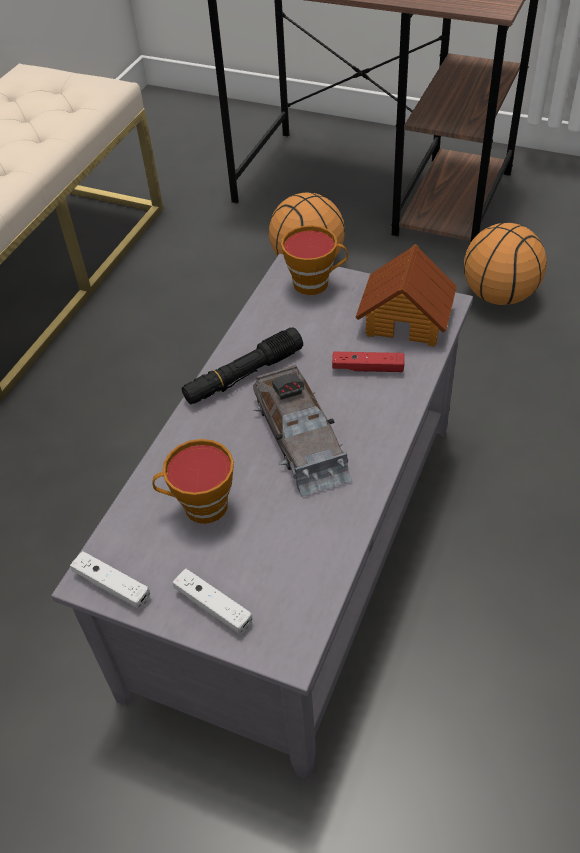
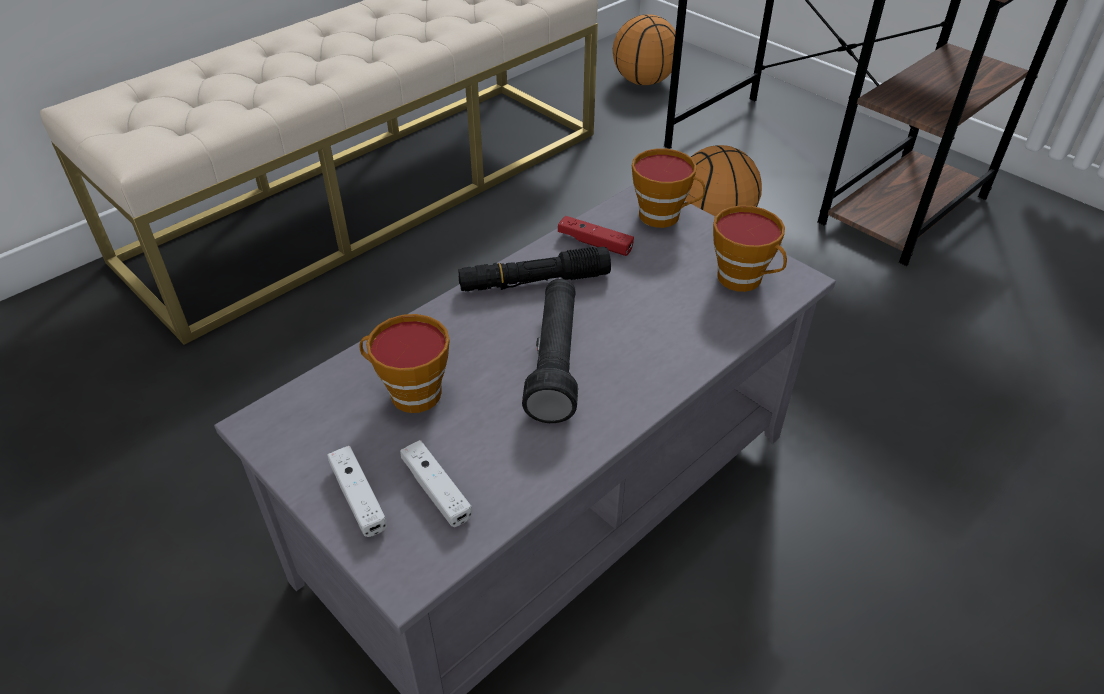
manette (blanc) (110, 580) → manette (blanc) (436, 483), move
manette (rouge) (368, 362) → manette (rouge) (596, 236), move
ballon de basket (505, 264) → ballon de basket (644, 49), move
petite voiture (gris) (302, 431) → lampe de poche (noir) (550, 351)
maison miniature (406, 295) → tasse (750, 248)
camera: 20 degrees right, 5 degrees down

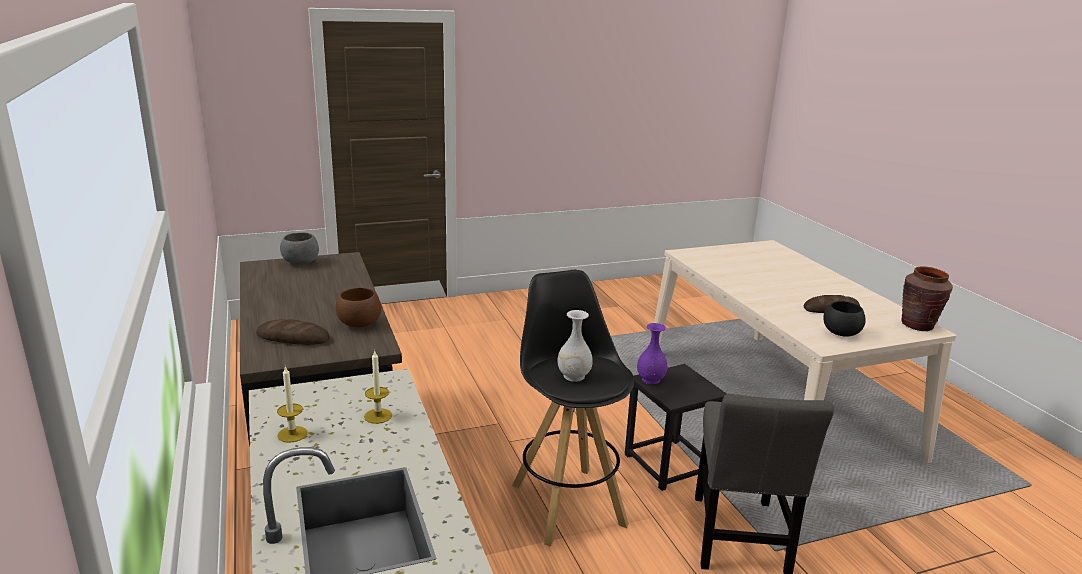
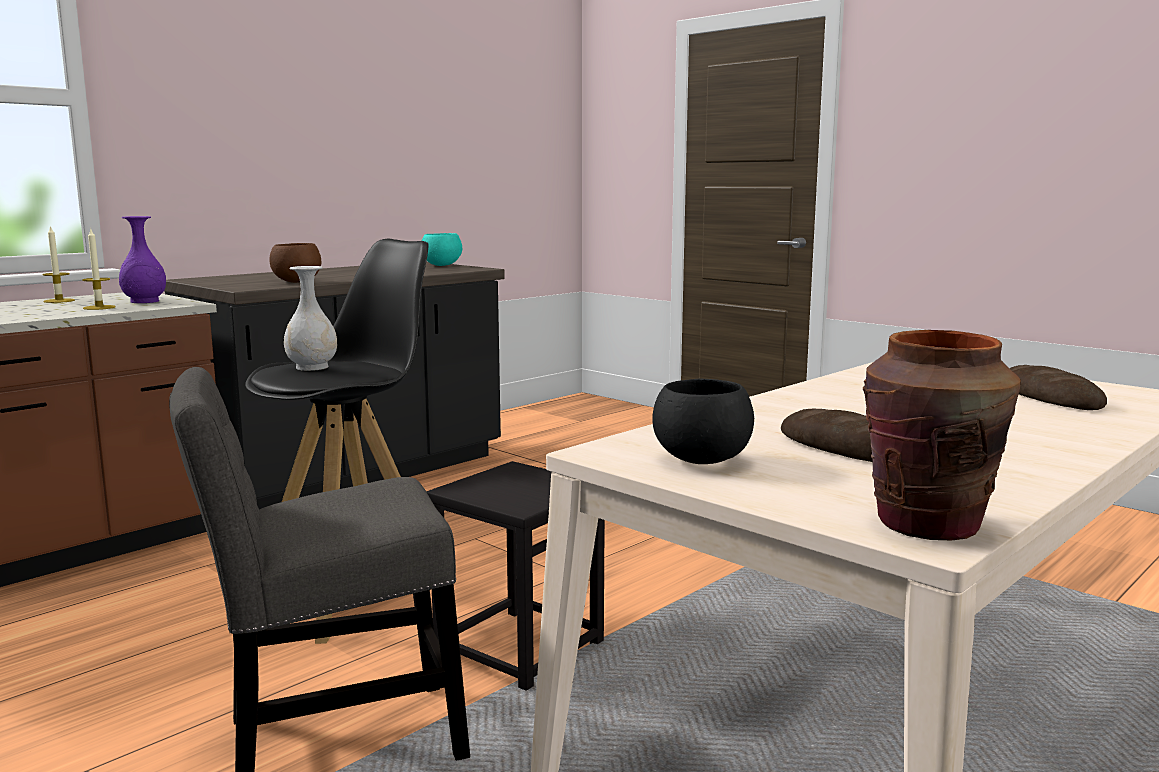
pain (293, 332) → pain (1058, 387), move
vase (violet) (652, 353) → vase (violet) (142, 259), move
bol (gris) (299, 248) → bol (turquoise) (442, 249)
camera: 65 degrees right, 10 degrees down

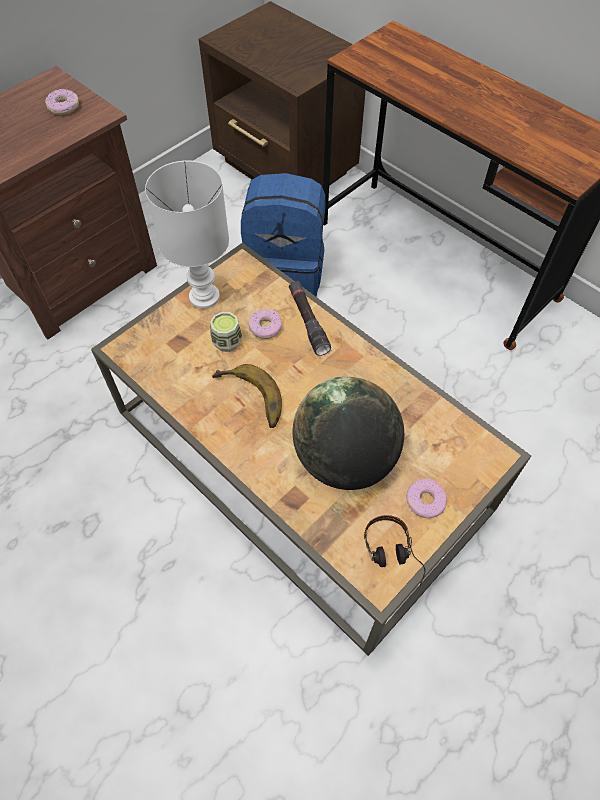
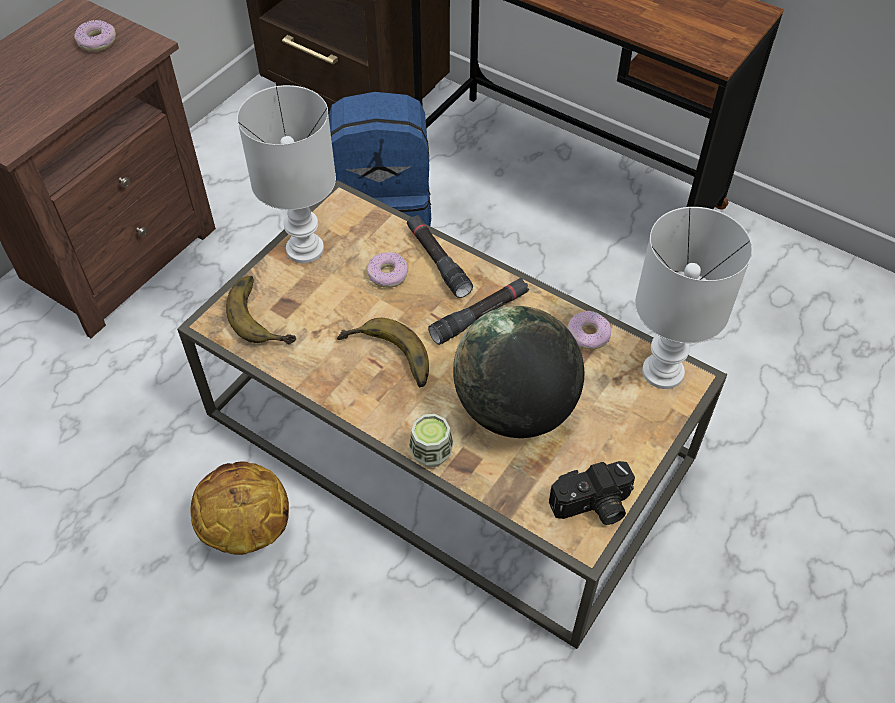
- → ballon de basket (240, 508)
- → banane (261, 310)
- → lampe de poche (noir) (478, 311)
- → lampe de table (blanc) (693, 298)
tasse (226, 332) → tasse (431, 440), move
beignet (426, 498) → beignet (589, 330), move
casque audio (394, 550) → appareil photo (592, 493)
camera: 10 degrees left, 5 degrees down

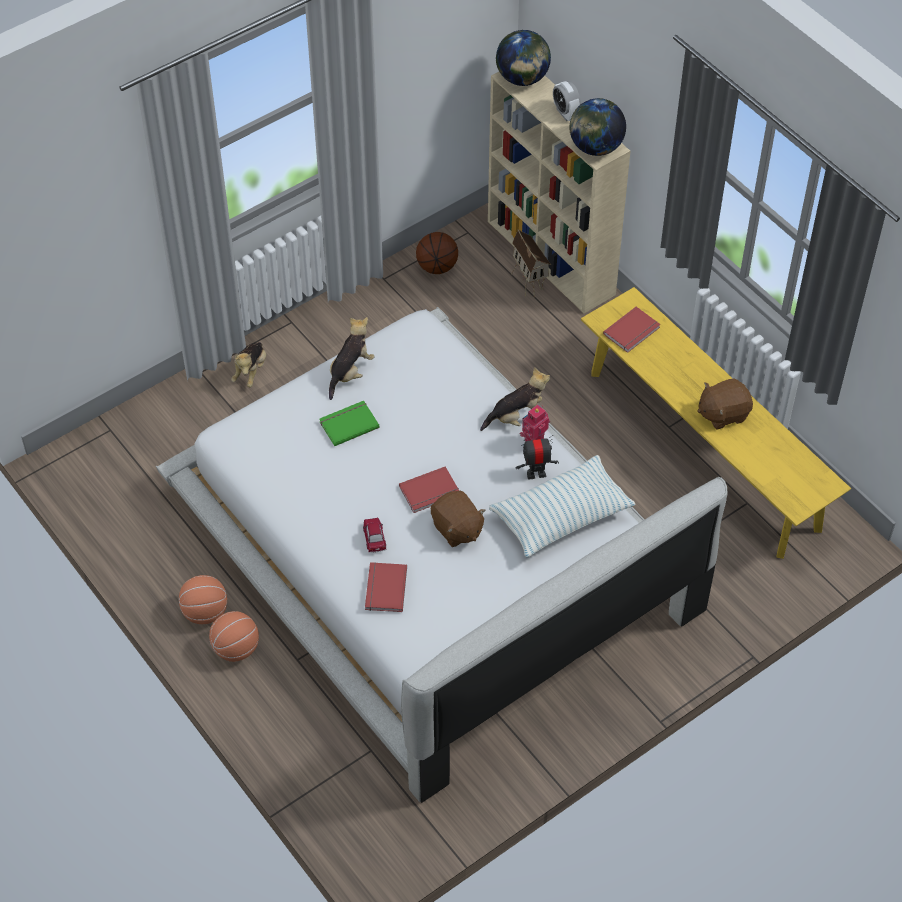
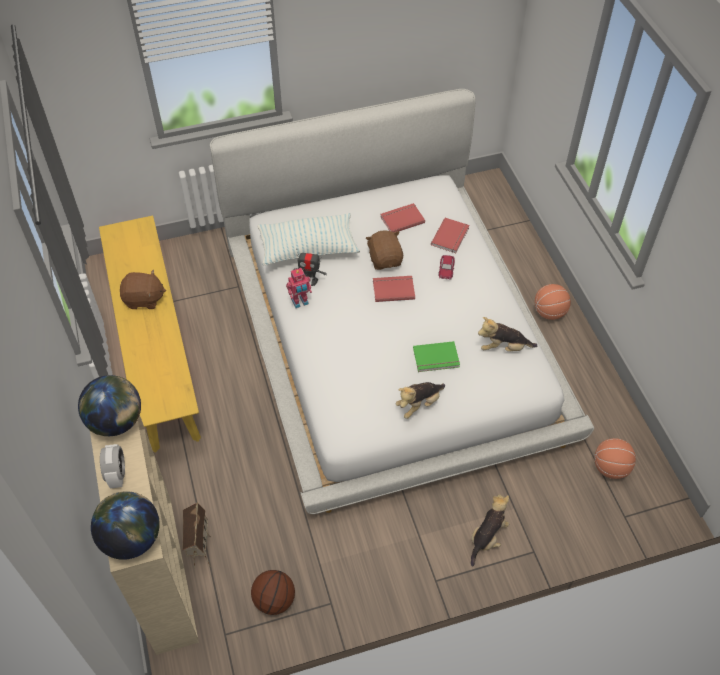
ballon de basket (203, 599) → ballon de basket (615, 458), move
peluche (515, 399) → peluche (507, 334), move
livre (rouge) (631, 330) → livre (rouge) (402, 217), move
camera: 160 degrees left, 0 degrees up

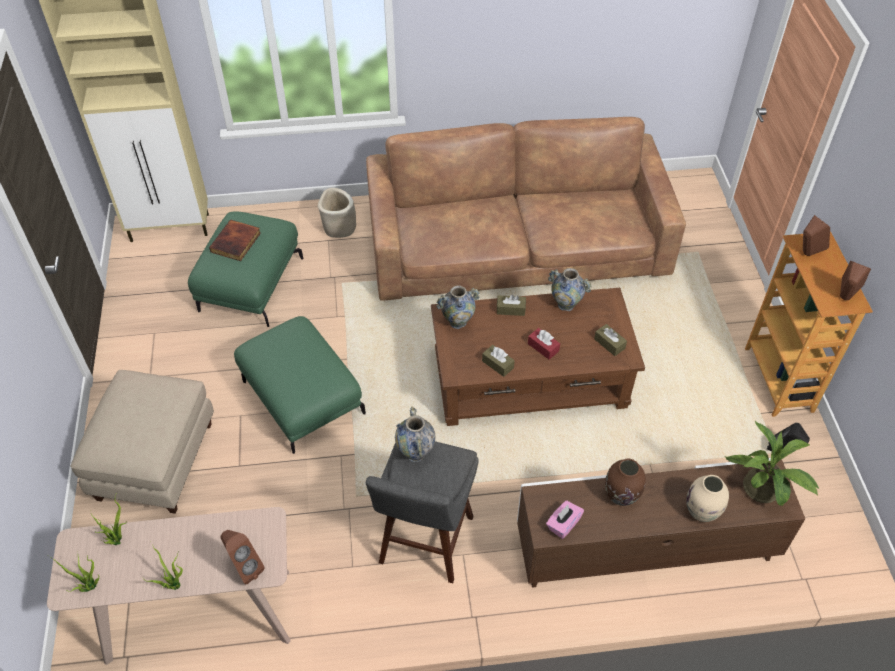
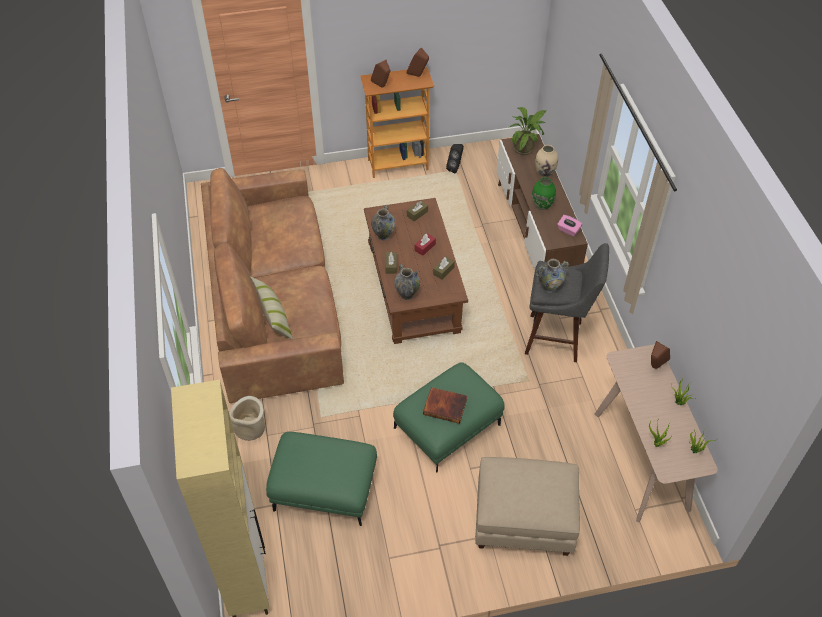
- → coussin (271, 307)
livre (235, 240) → livre (445, 405), move
vase (marron) (625, 482) → vase (vert) (544, 193)
camera: 95 degrees left, 0 degrees up

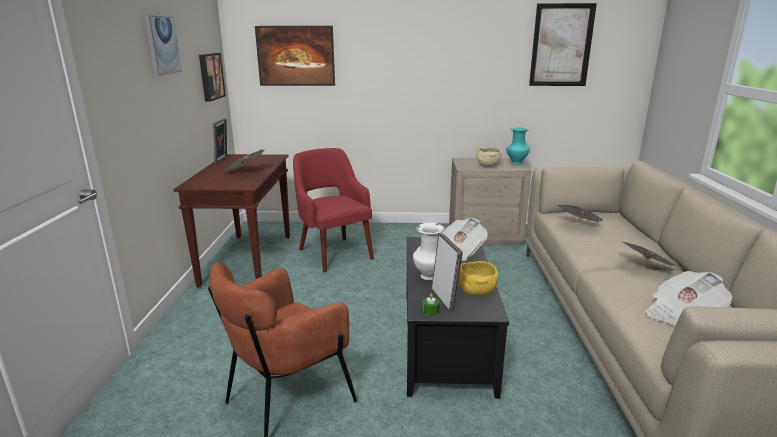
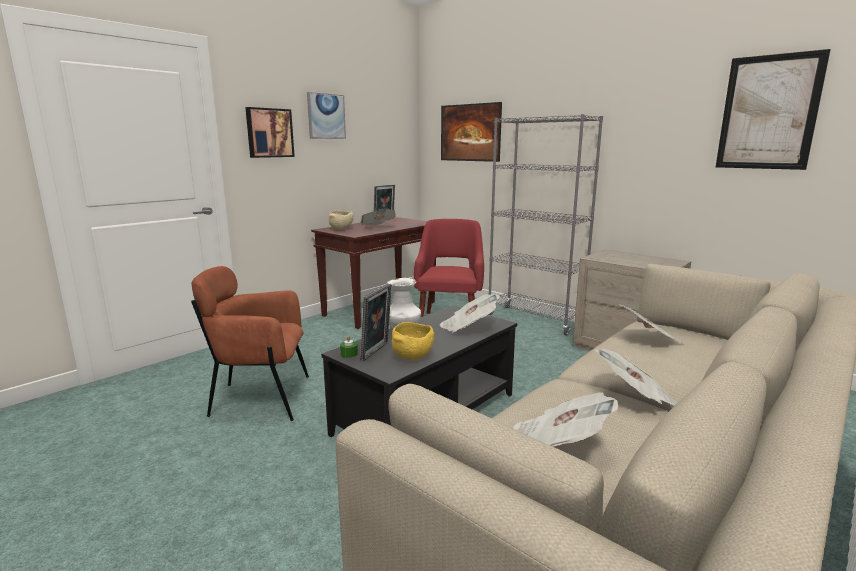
vase (turquoise) (517, 146) → -
- → bibliothèque (gris) (546, 224)
tableau (212, 77) → tableau (270, 132), move
bol (beige) (489, 157) → bol (beige) (341, 220), move
camera: 40 degrees right, 5 degrees down

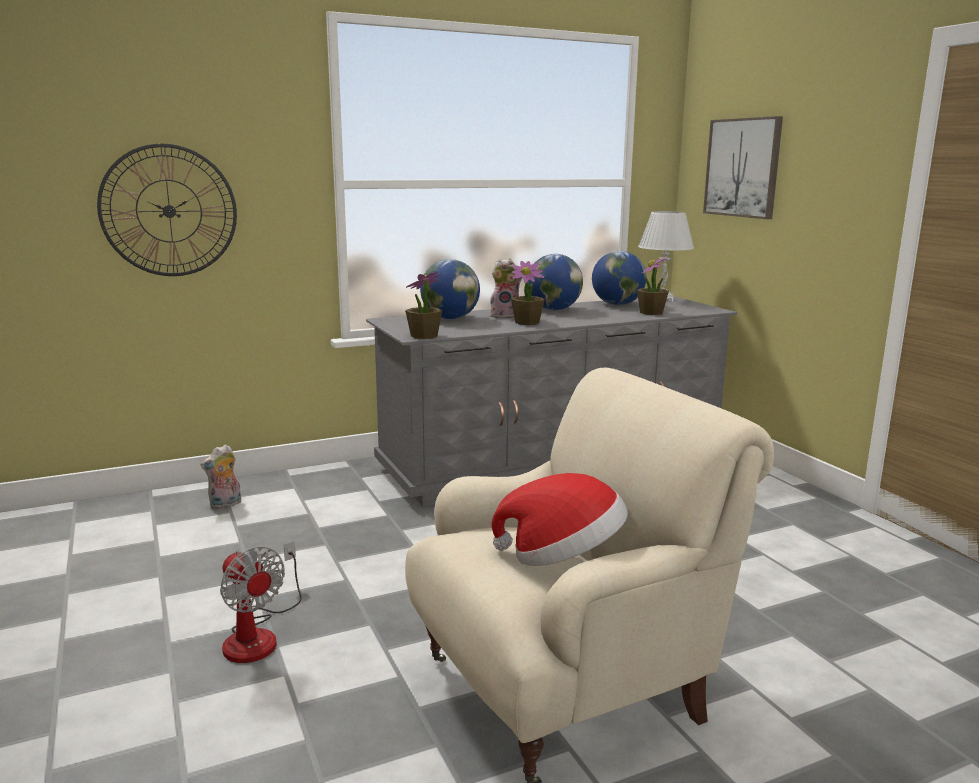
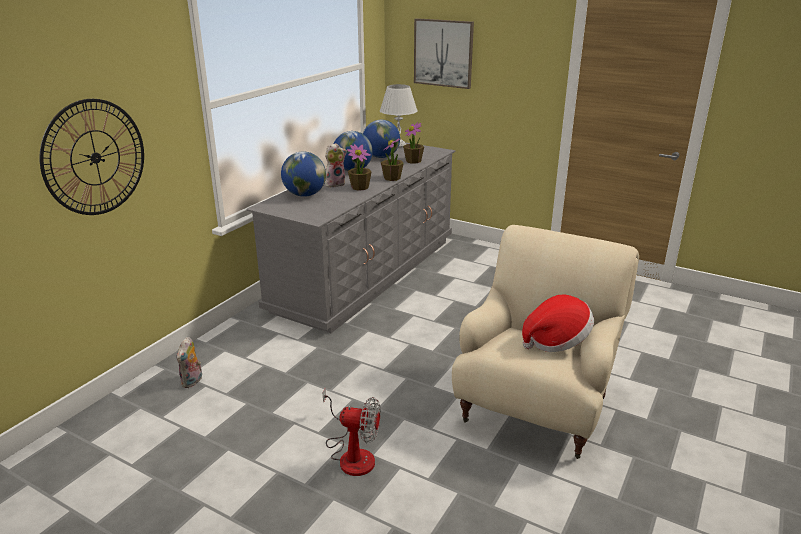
plante en pot (423, 305) → plante en pot (392, 159), move
camera: 35 degrees left, 10 degrees up

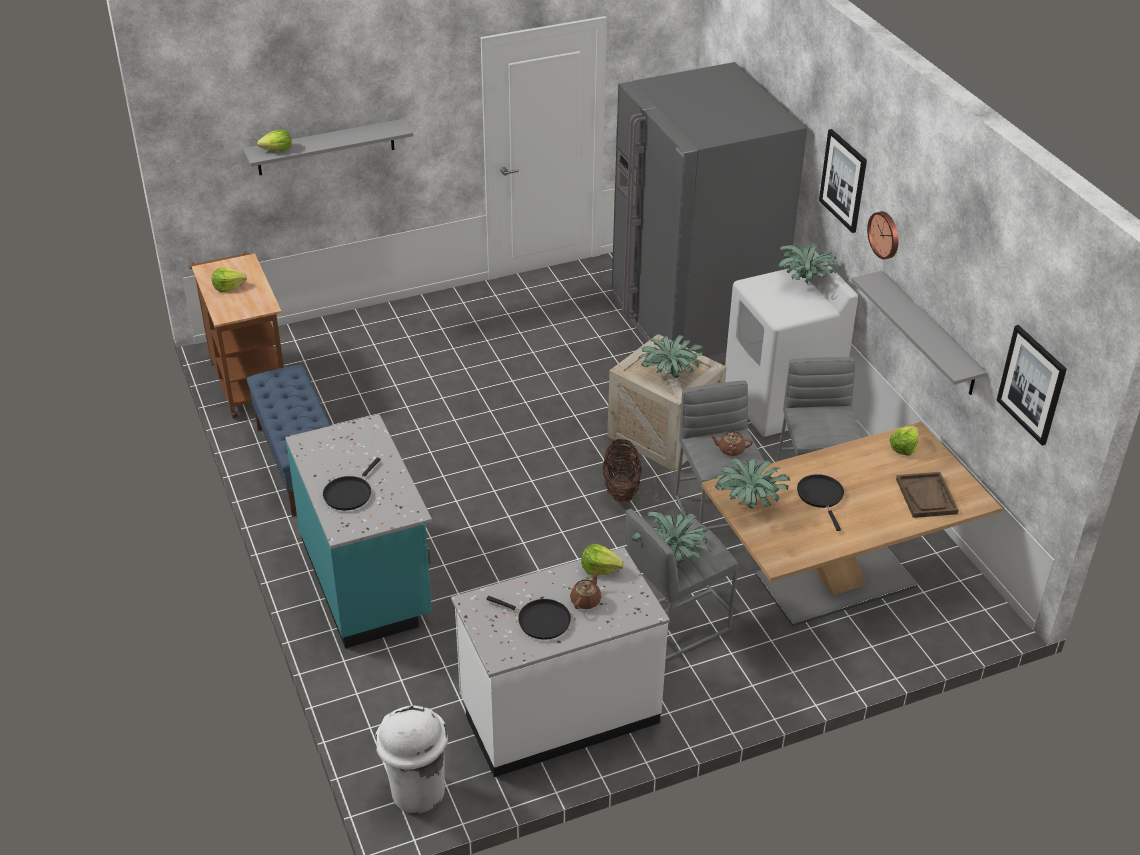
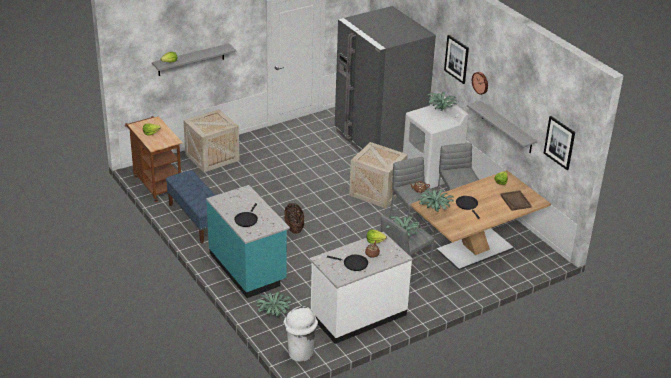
- → caisse (211, 140)
panier (622, 471) → panier (294, 218), move
plante en pot (671, 356) → plante en pot (274, 304), move
camera: 10 degrees left, 5 degrees down

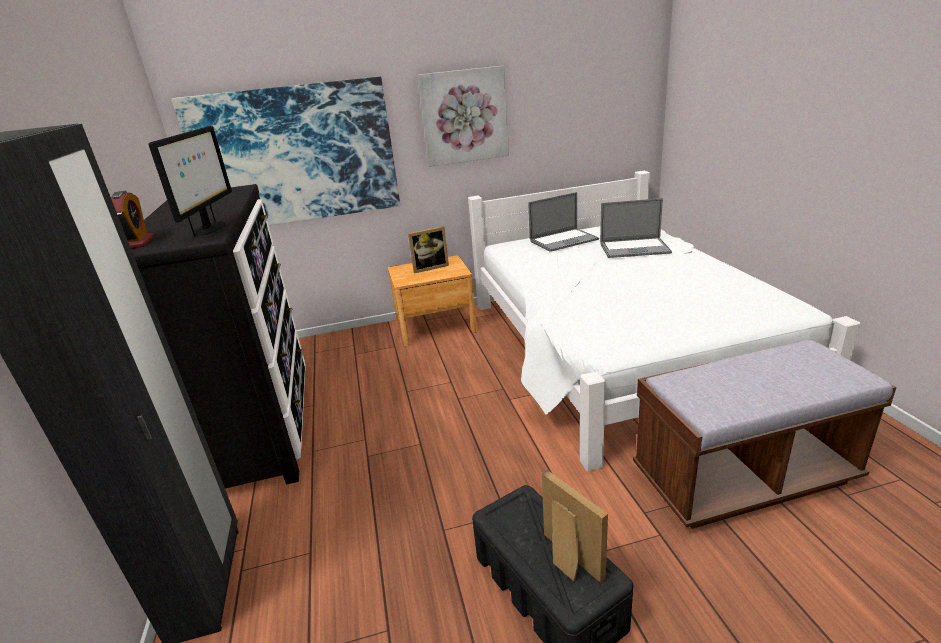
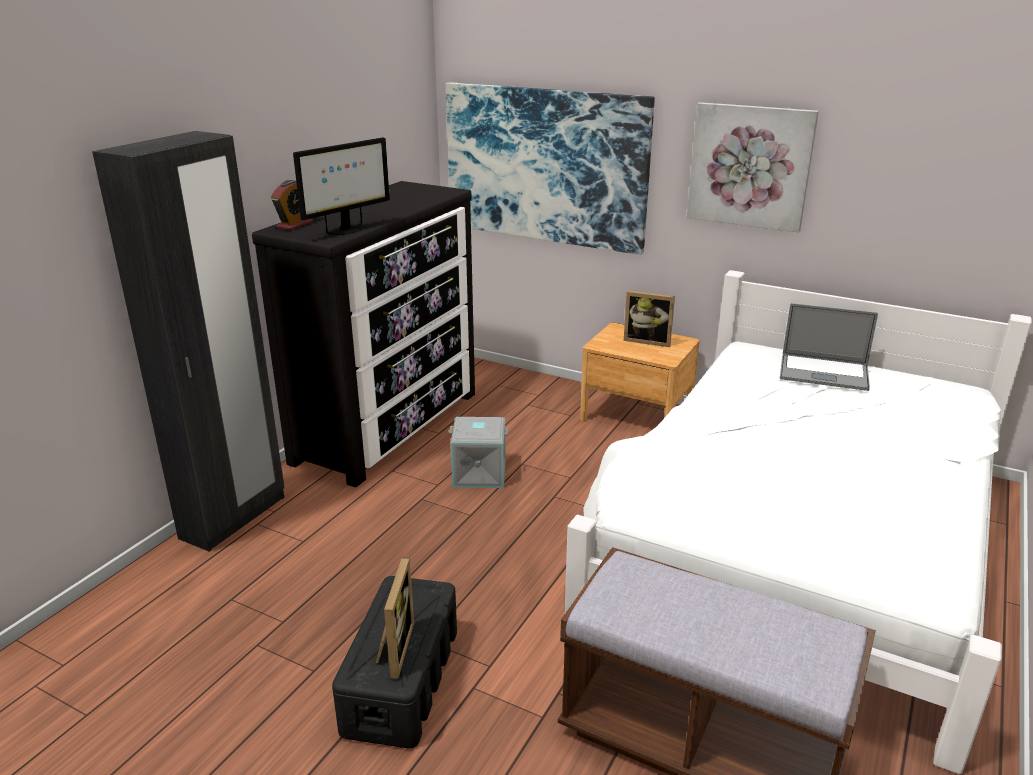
ordinateur portable (636, 228) → -
- → boîte de rangement (gris) (478, 452)
camera: 40 degrees right, 0 degrees up

